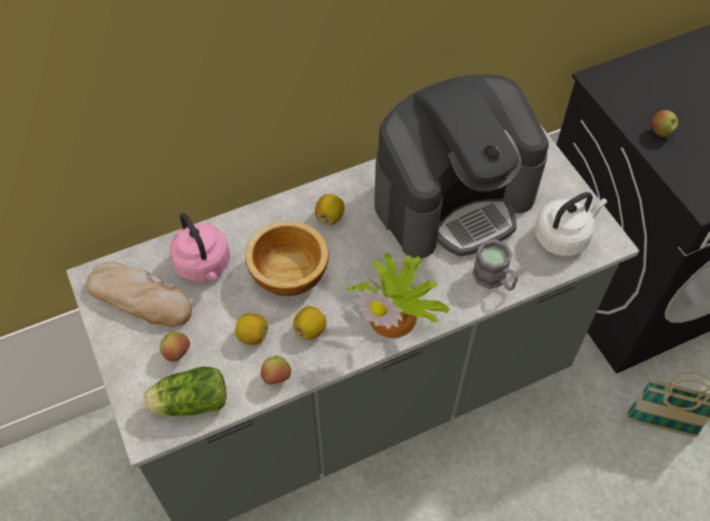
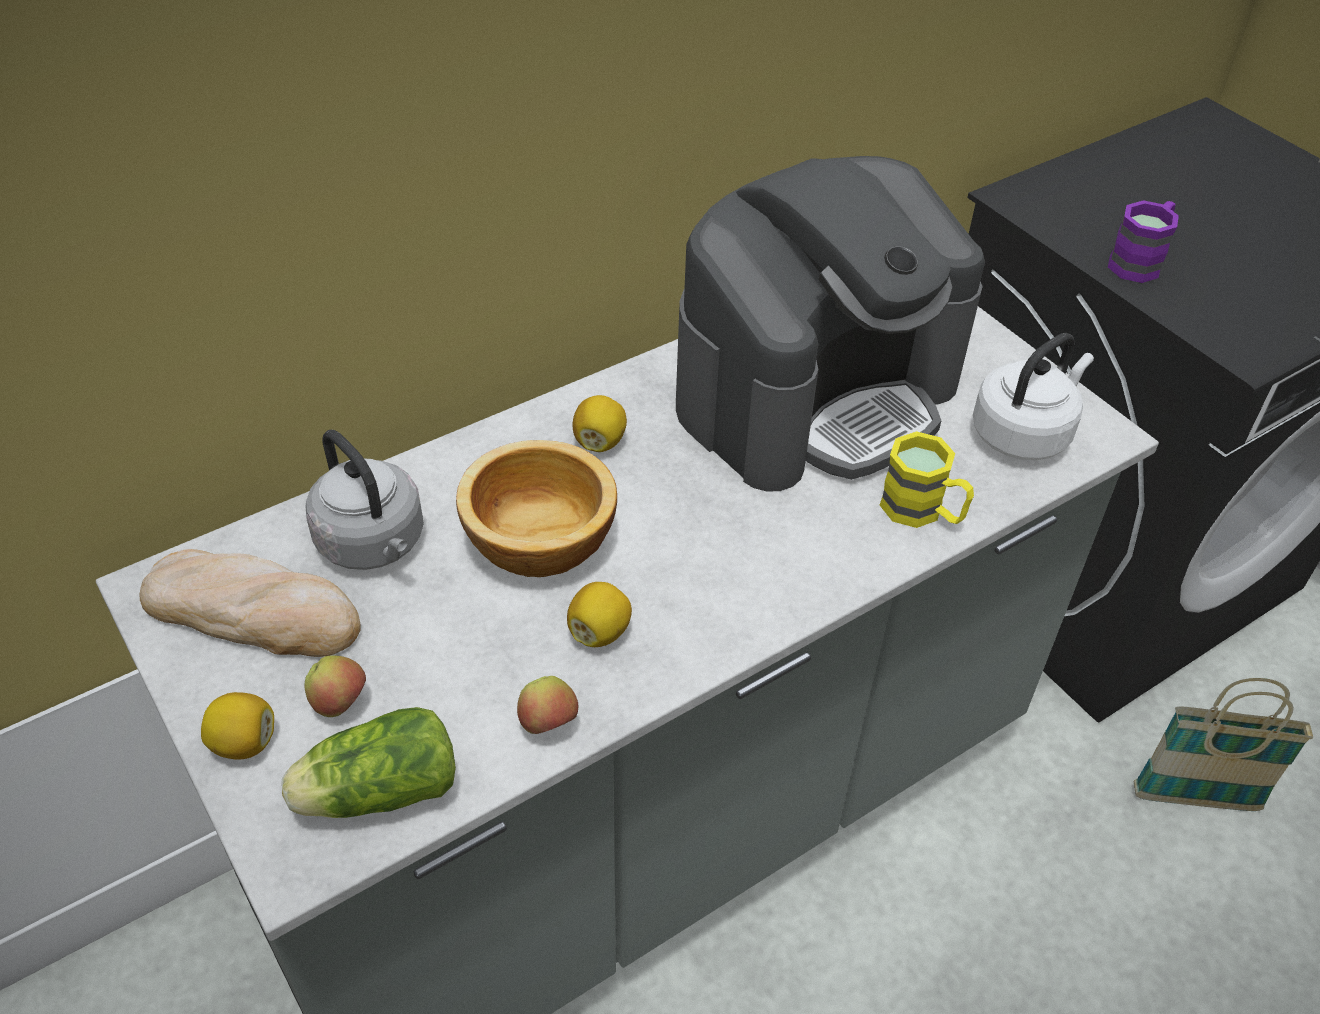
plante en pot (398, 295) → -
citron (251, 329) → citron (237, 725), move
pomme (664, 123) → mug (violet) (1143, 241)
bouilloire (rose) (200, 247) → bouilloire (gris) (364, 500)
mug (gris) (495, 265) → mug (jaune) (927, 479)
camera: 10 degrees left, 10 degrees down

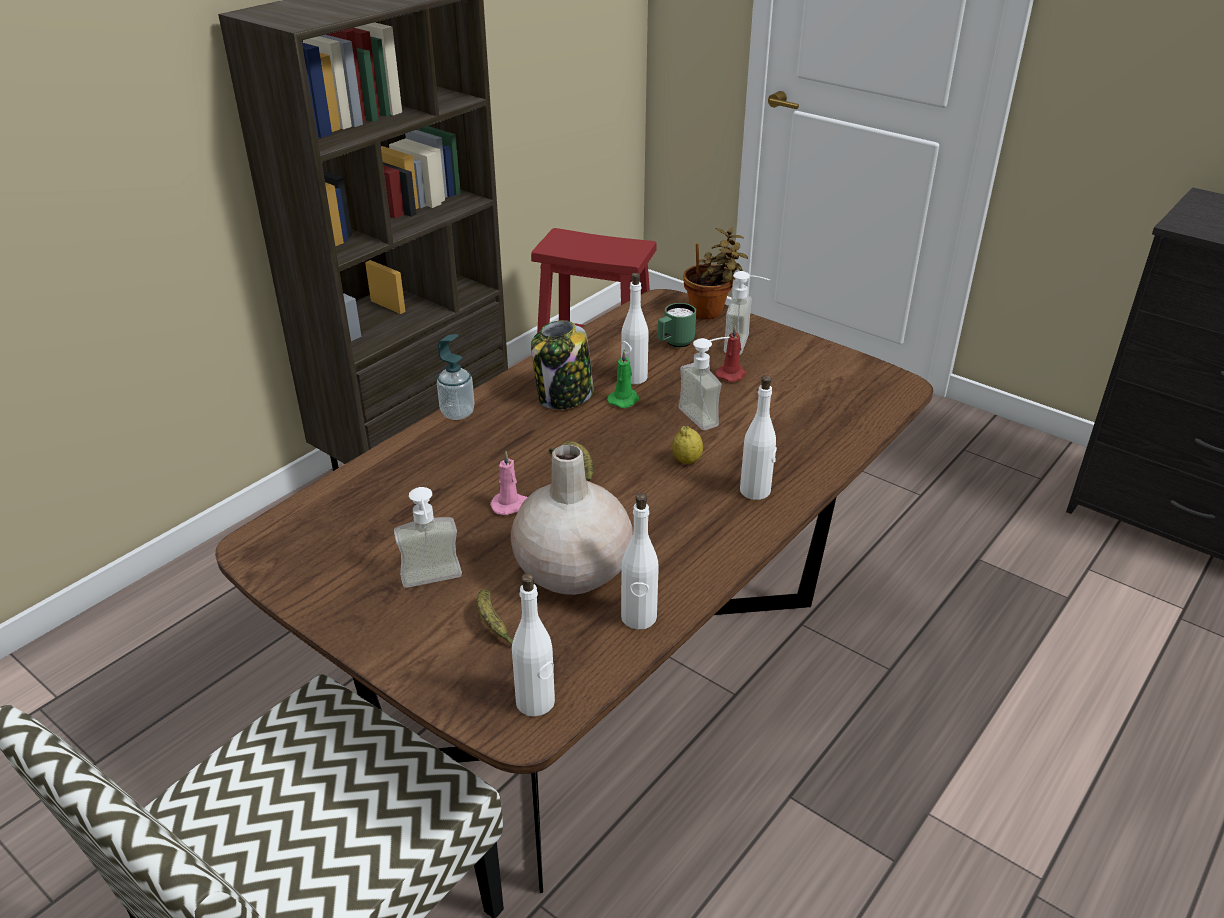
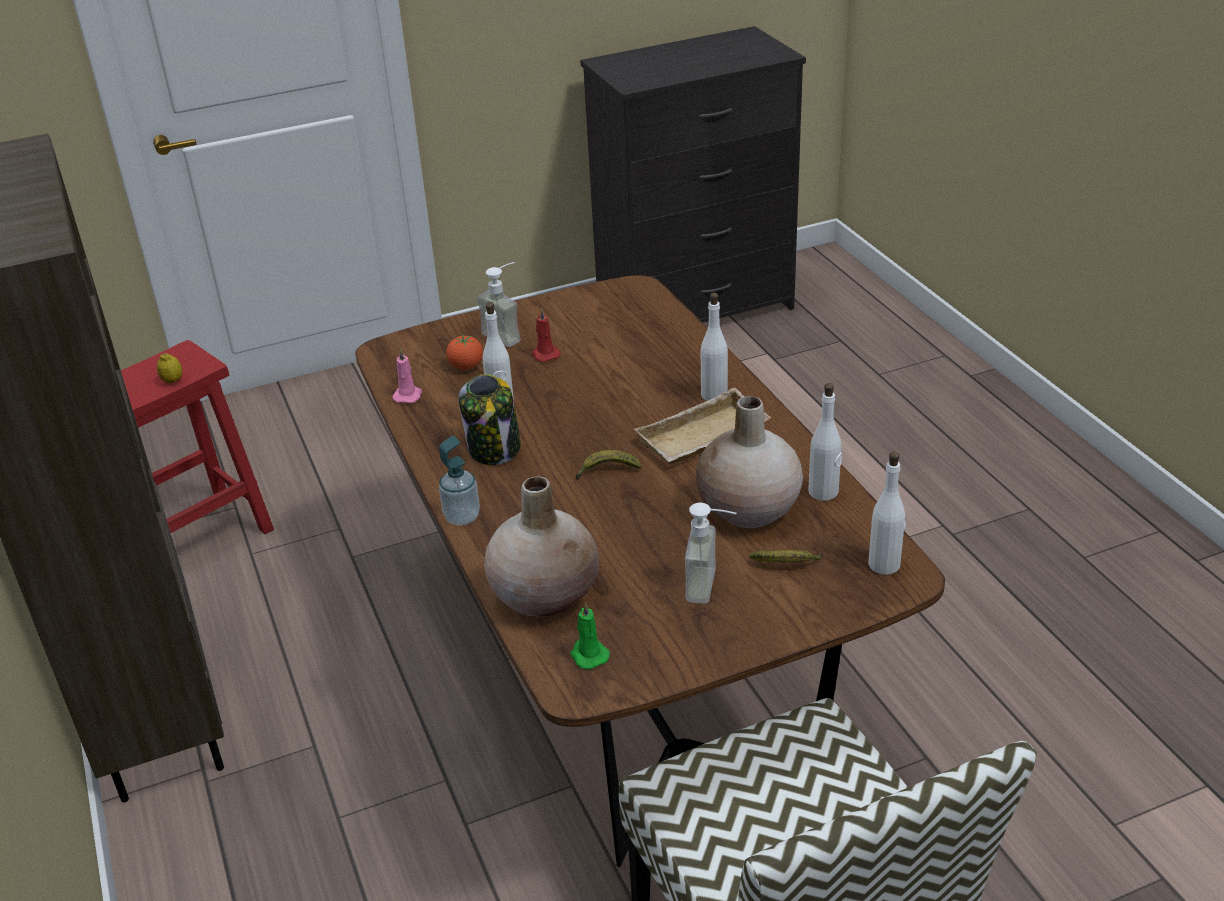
distributeur de savon (704, 383) → -
plante en pot (715, 273) → -
- → vase (beige) (541, 546)
- → plateau (beige) (703, 426)
bougie (rose) (508, 483) → bougie (rose) (407, 375), move
bougie (vert) (623, 379) → bougie (vert) (590, 635), move
citron (687, 445) → citron (169, 368), move
mug (vert) (677, 325) → tomate (464, 352)
camera: 60 degrees left, 0 degrees up

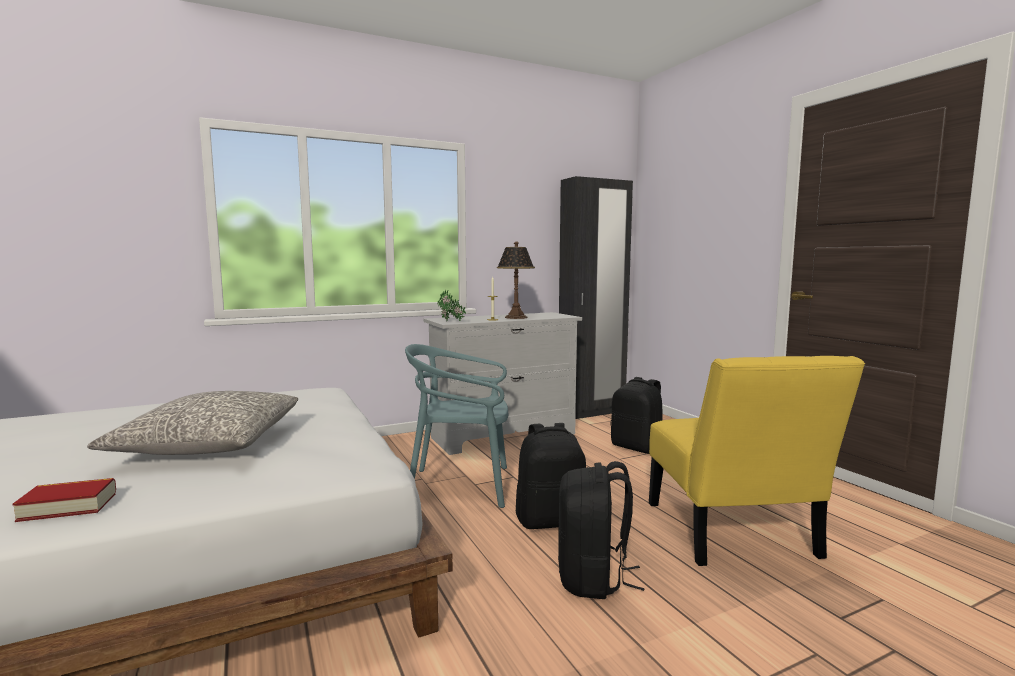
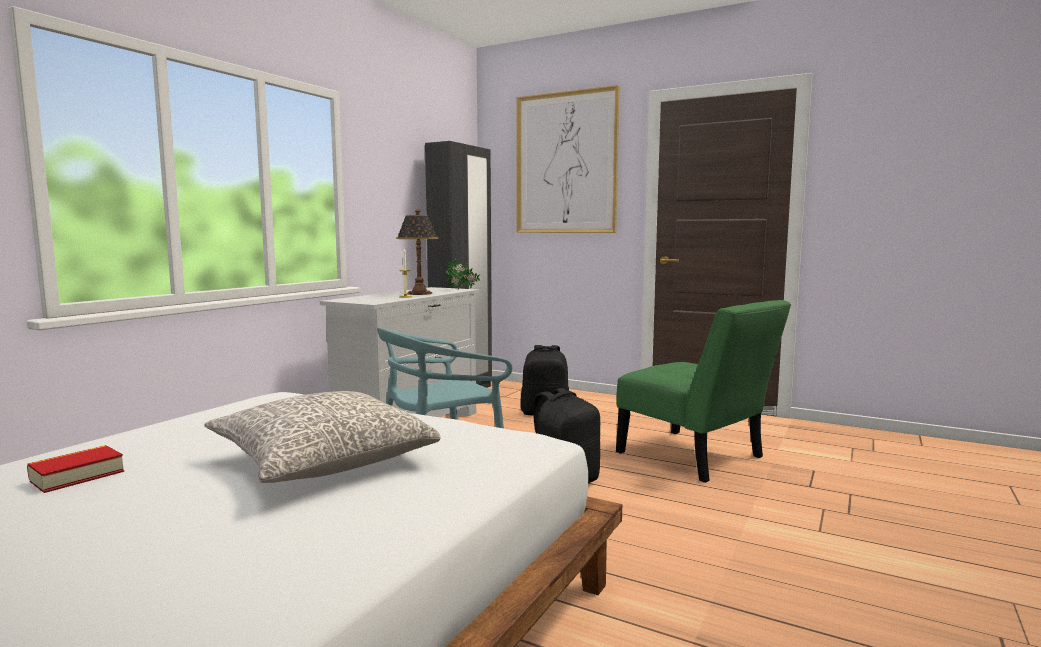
sac à dos (noir) (601, 530) → -
- → tableau (567, 159)
livre (64, 500) → livre (75, 469), move
plante en pot (451, 305) → plante en pot (462, 274), move
chaise (jaune) (757, 461) → chaise (vert) (703, 391)
camera: 35 degrees left, 0 degrees up

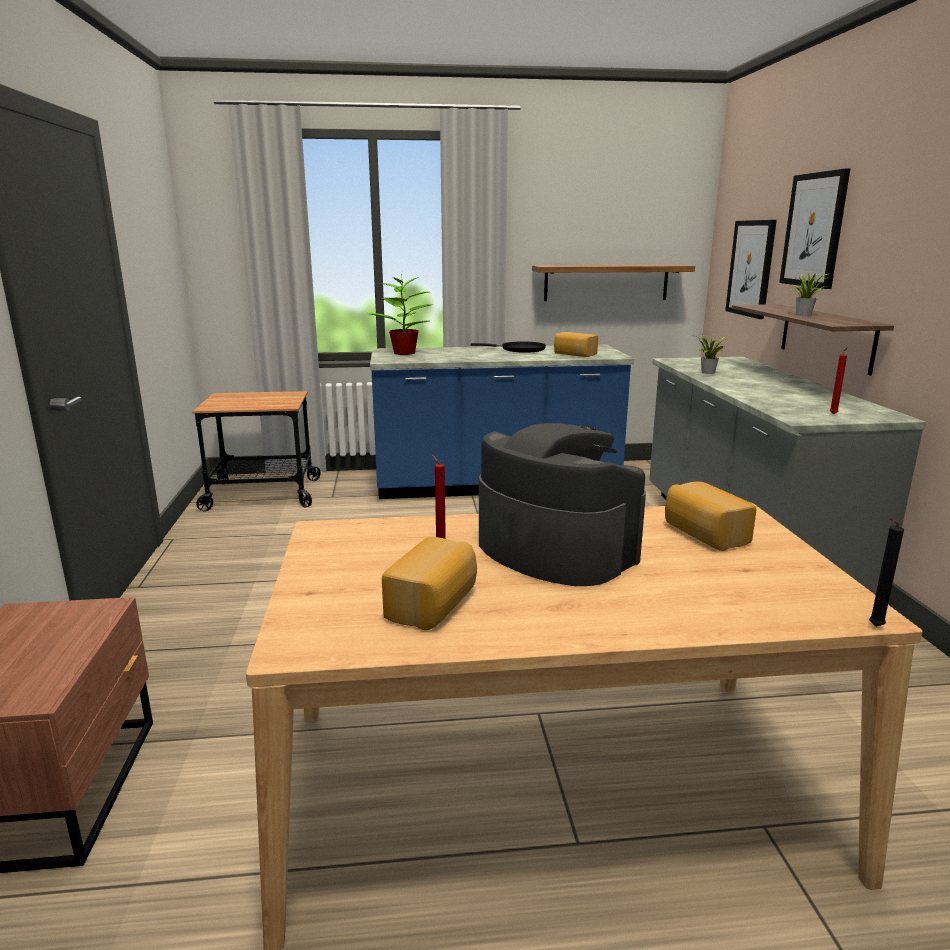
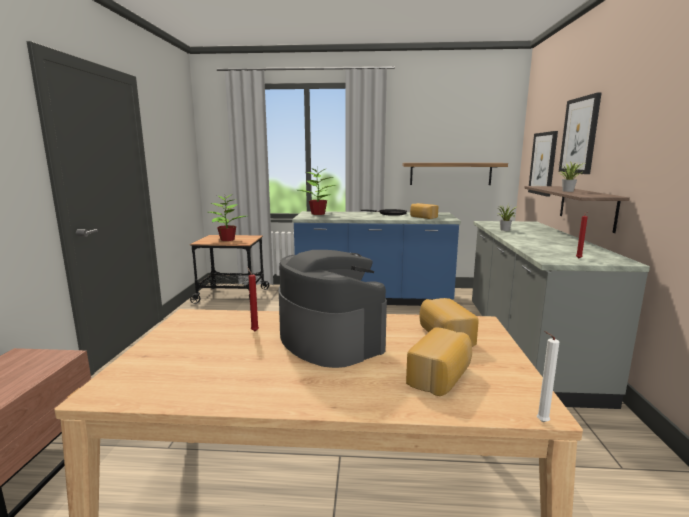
- → plante en pot (227, 218)
pain (429, 583) → pain (439, 362), move
bougie (noir) (886, 572) → bougie (blanc) (548, 376)
camera: 10 degrees right, 5 degrees down

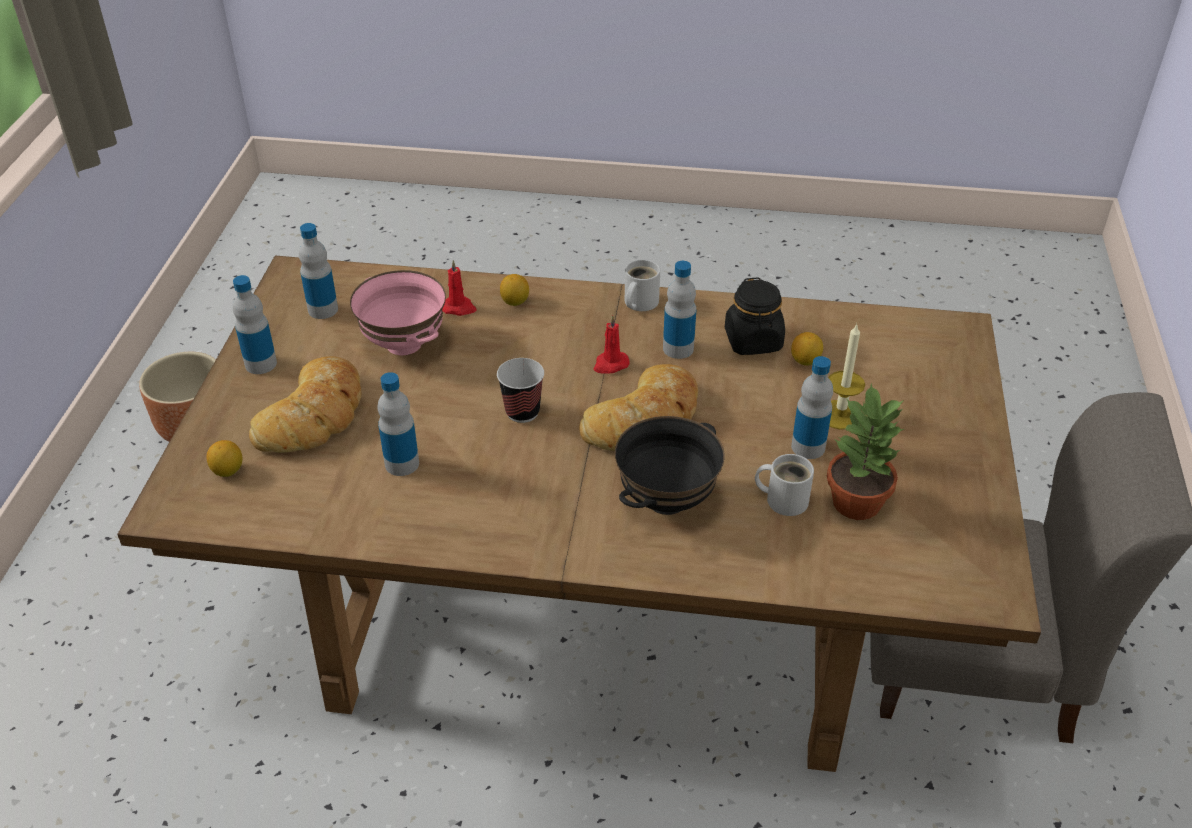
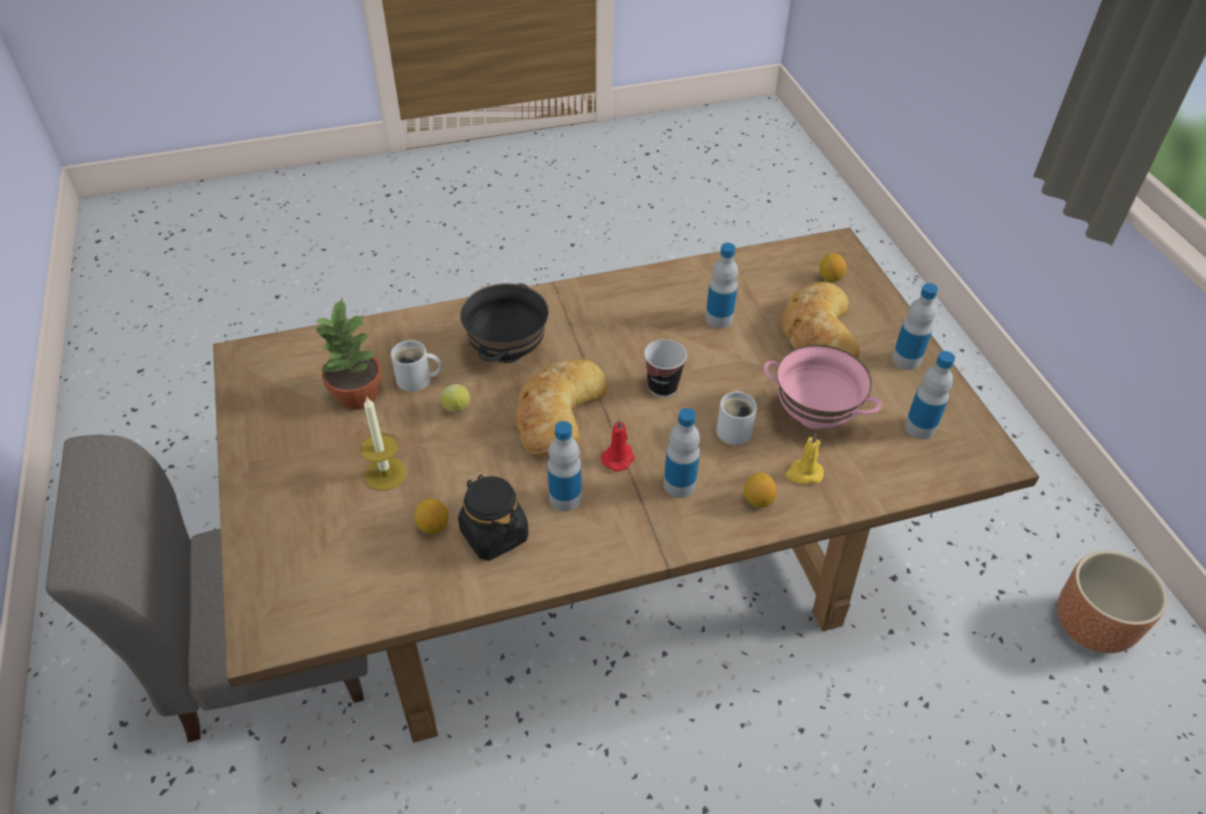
- → citron (455, 398)
mug (blanc) (642, 285) → mug (blanc) (736, 418), move
bouteille (812, 407) → bouteille (682, 453), move
bougie (rouge) (459, 288) → bougie (jaune) (804, 458)
camera: 155 degrees right, 5 degrees up

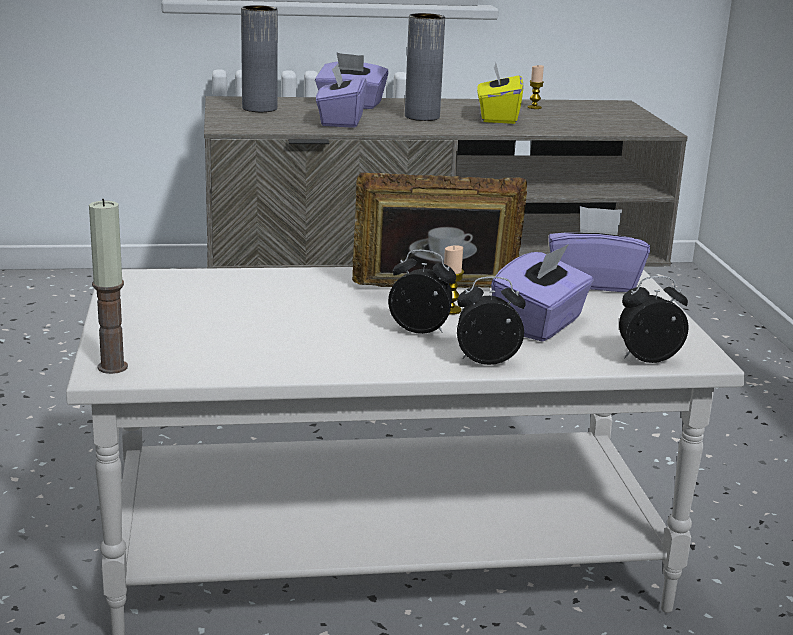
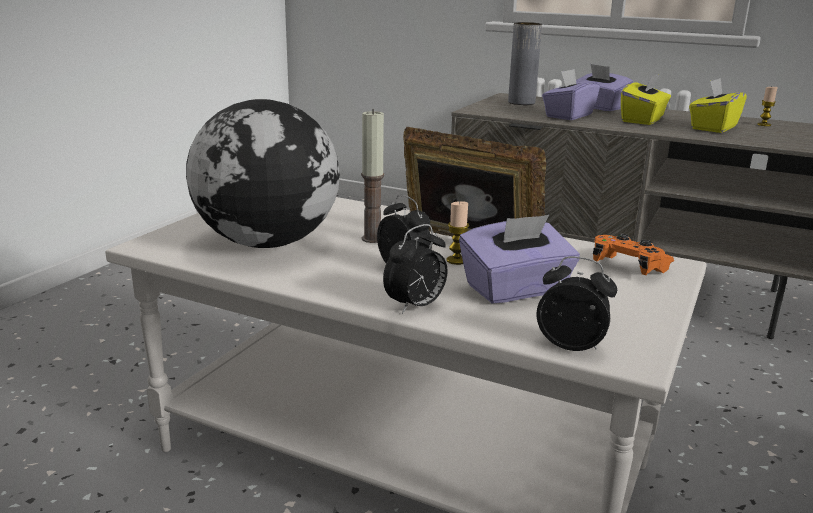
- → globe (263, 173)
bougie (108, 286) → bougie (372, 176), move
vase (gris) (425, 67) → boîte à mouchoirs (jaune) (646, 99)
boîte à mouchoirs (violet) (599, 249) → manette (orange) (633, 254)
réveil (491, 321) → réveil (415, 269), 105 degrees clockwise
camera: 35 degrees right, 0 degrees up

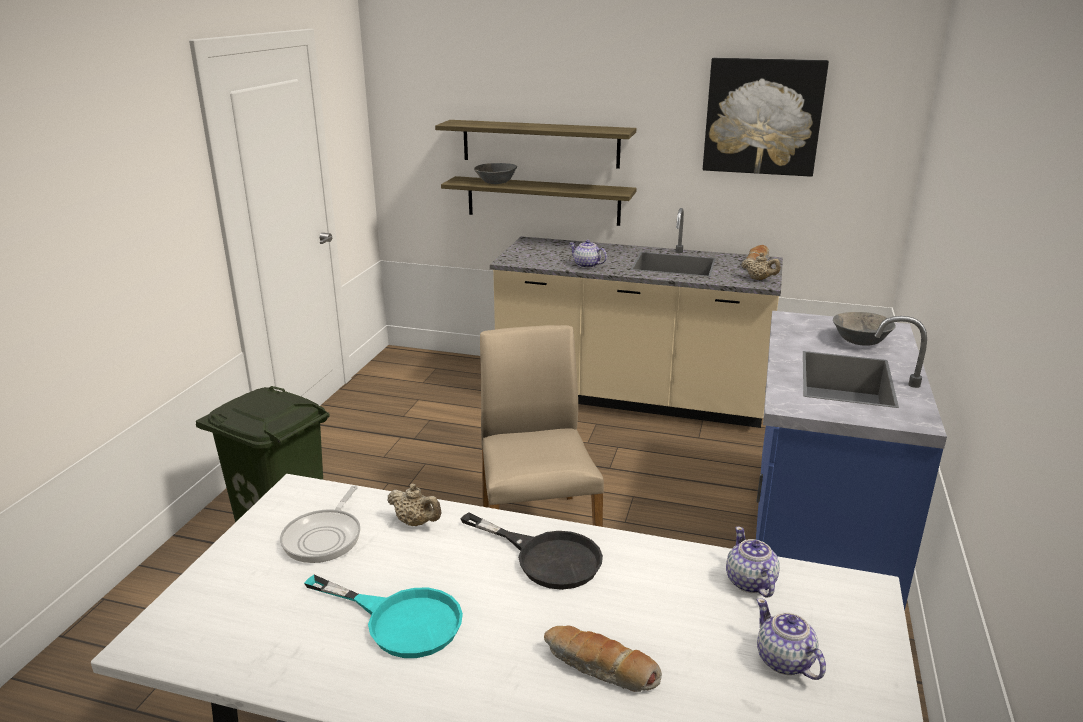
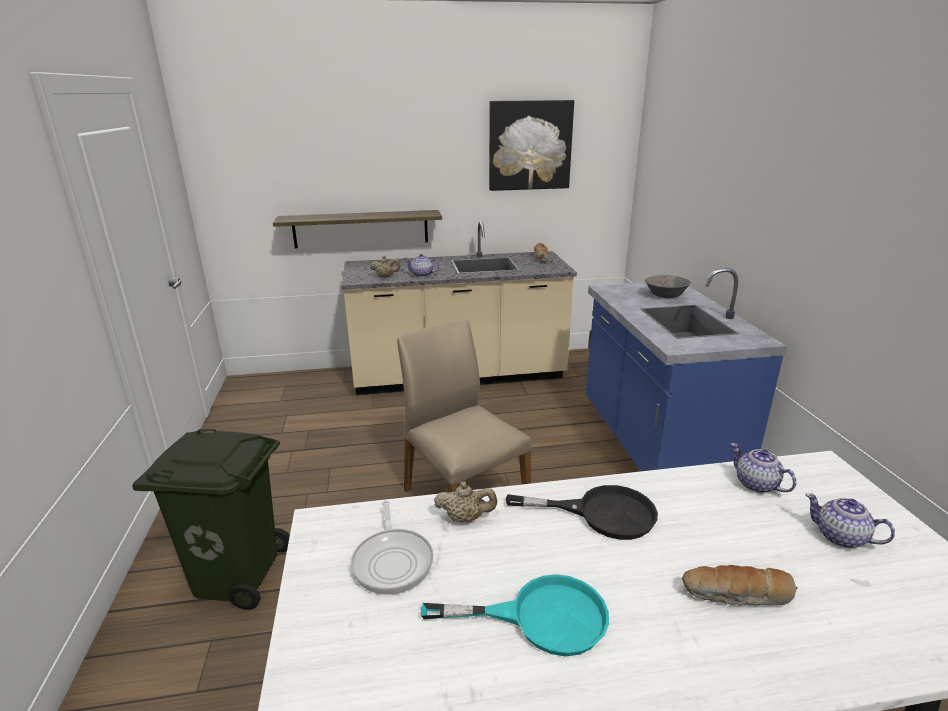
étagère (535, 144) → -
bol (gris) (495, 173) → -
théière (beige) (761, 266) → théière (beige) (385, 266), move
camera: 25 degrees left, 0 degrees up

